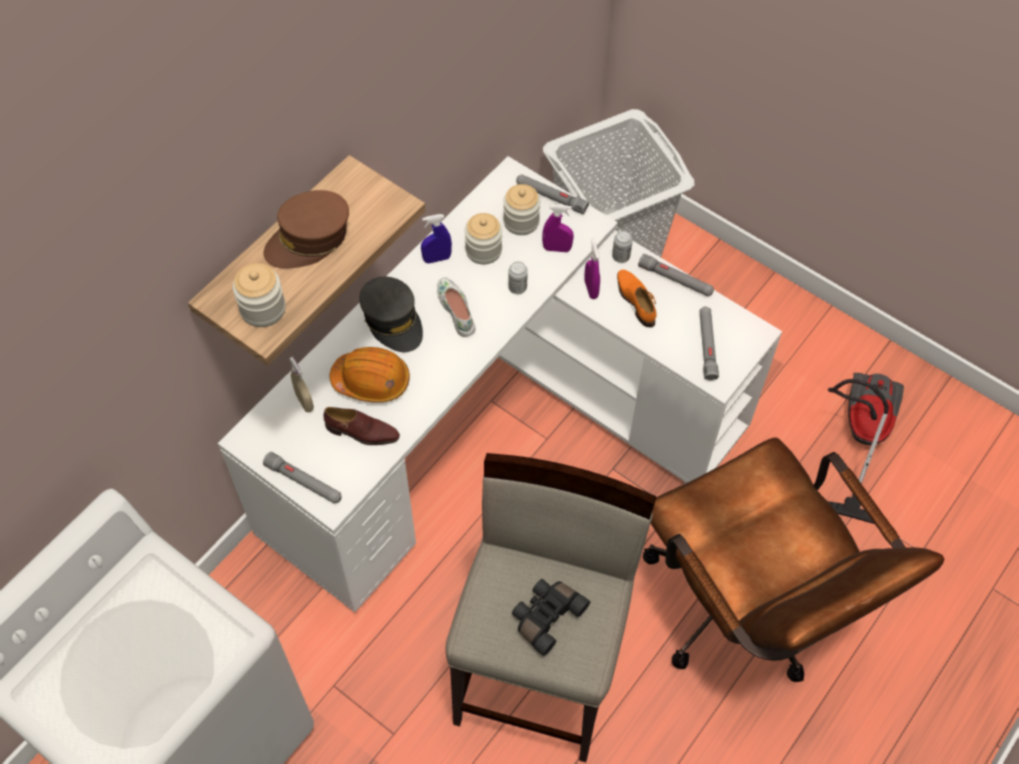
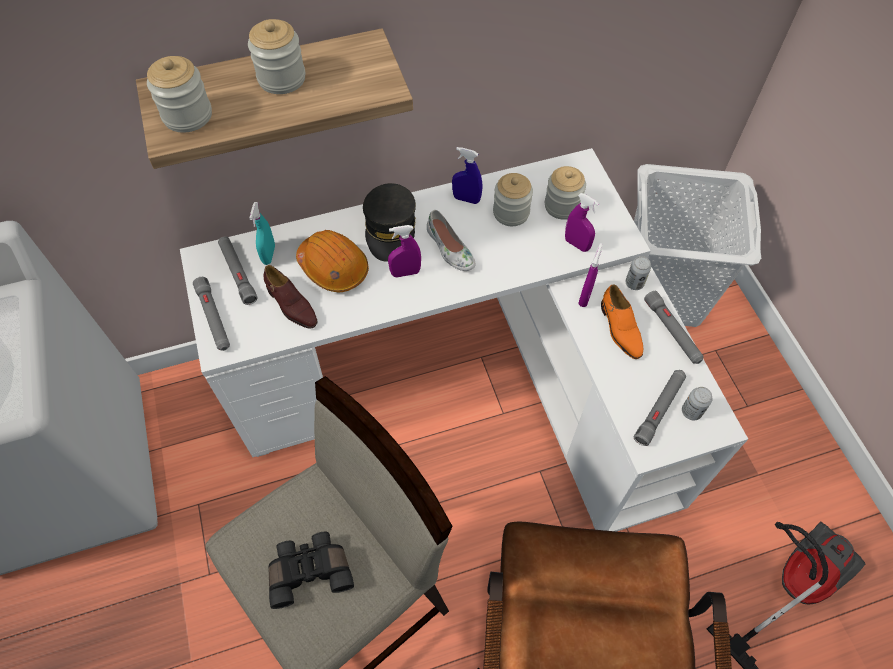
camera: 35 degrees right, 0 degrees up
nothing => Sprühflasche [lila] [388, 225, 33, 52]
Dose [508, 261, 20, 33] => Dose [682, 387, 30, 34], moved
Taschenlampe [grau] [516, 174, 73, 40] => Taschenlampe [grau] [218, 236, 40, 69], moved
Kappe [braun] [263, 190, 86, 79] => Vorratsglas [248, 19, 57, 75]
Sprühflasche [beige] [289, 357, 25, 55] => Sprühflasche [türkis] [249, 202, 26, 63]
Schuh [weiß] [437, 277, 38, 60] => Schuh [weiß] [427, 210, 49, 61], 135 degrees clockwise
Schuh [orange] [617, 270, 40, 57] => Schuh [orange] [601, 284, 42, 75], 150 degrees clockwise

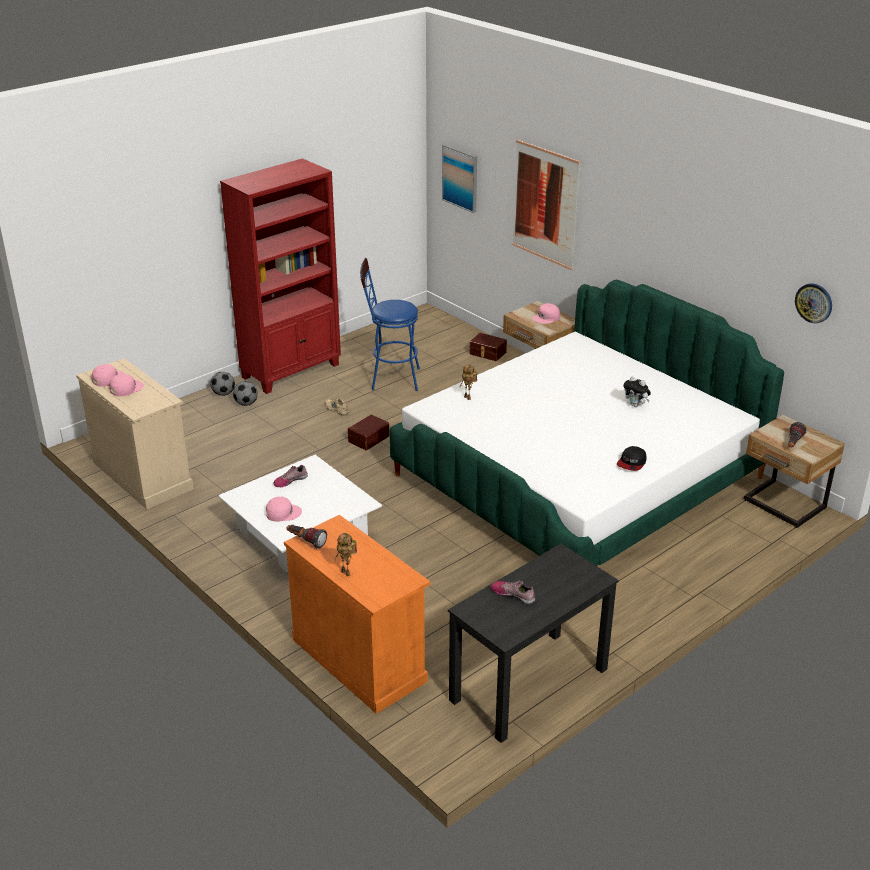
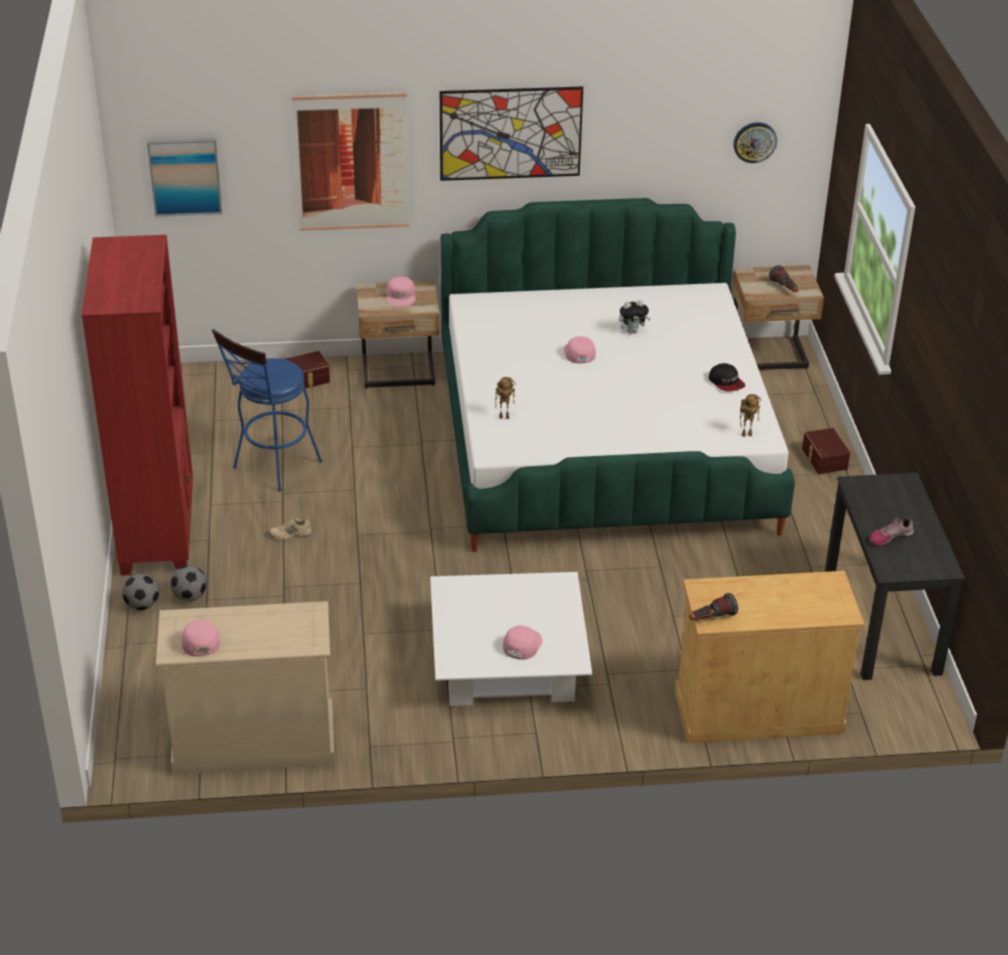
camera: 55 degrees left, 5 degrees up
Schuh [273, 465, 35, 22] => nothing
nothing => Bild [440, 86, 143, 95]
Kappe [rosa] [110, 374, 34, 22] => Kappe [rosa] [564, 336, 32, 27], moved
Spielzeugroboter [334, 533, 23, 44] => Spielzeugroboter [740, 394, 21, 43], moved
Aufbewahrungsbox [braun] [348, 415, 41, 35] => Aufbewahrungsbox [braun] [802, 428, 48, 46], moved
Schrank [orange] [284, 515, 146, 199] => Schrank [beige] [675, 571, 190, 173]

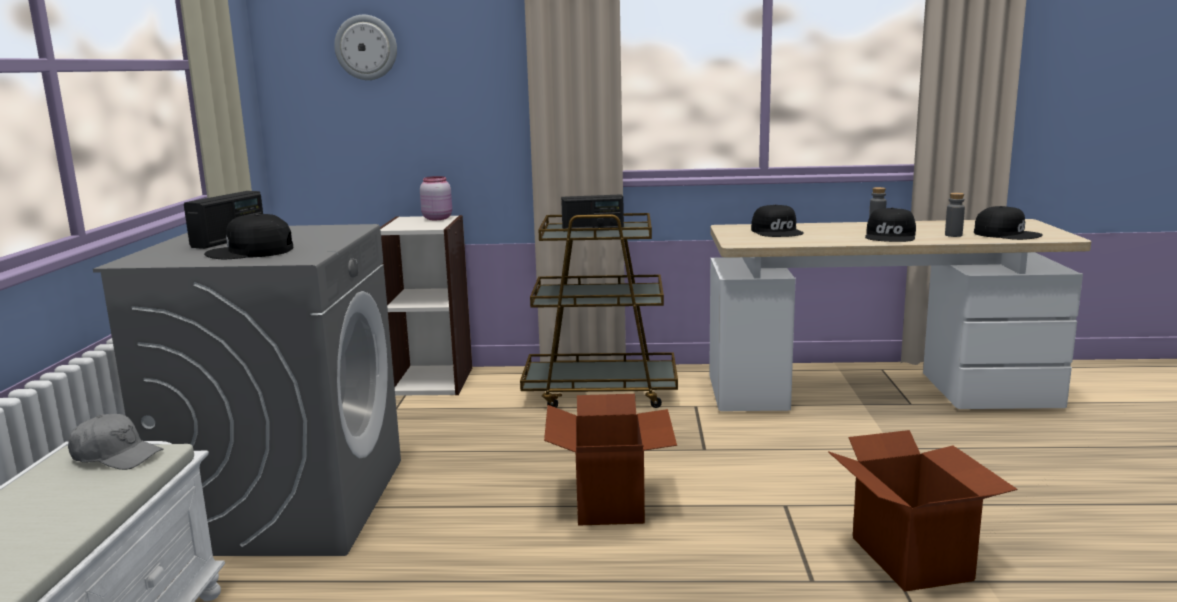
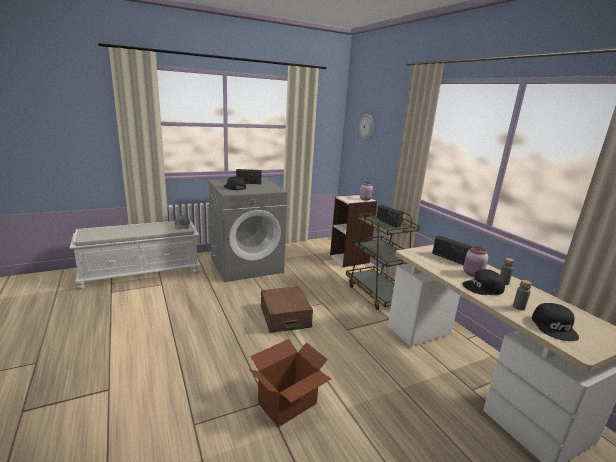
camera: 60 degrees right, 5 degrees up
nothing => Vorratsglas [rosa] [463, 246, 25, 31]
Karton [544, 394, 133, 132] => Koffer [braun] [261, 286, 52, 47]
Kappe [schwarz] [751, 204, 53, 33] => Radio [432, 235, 40, 30]

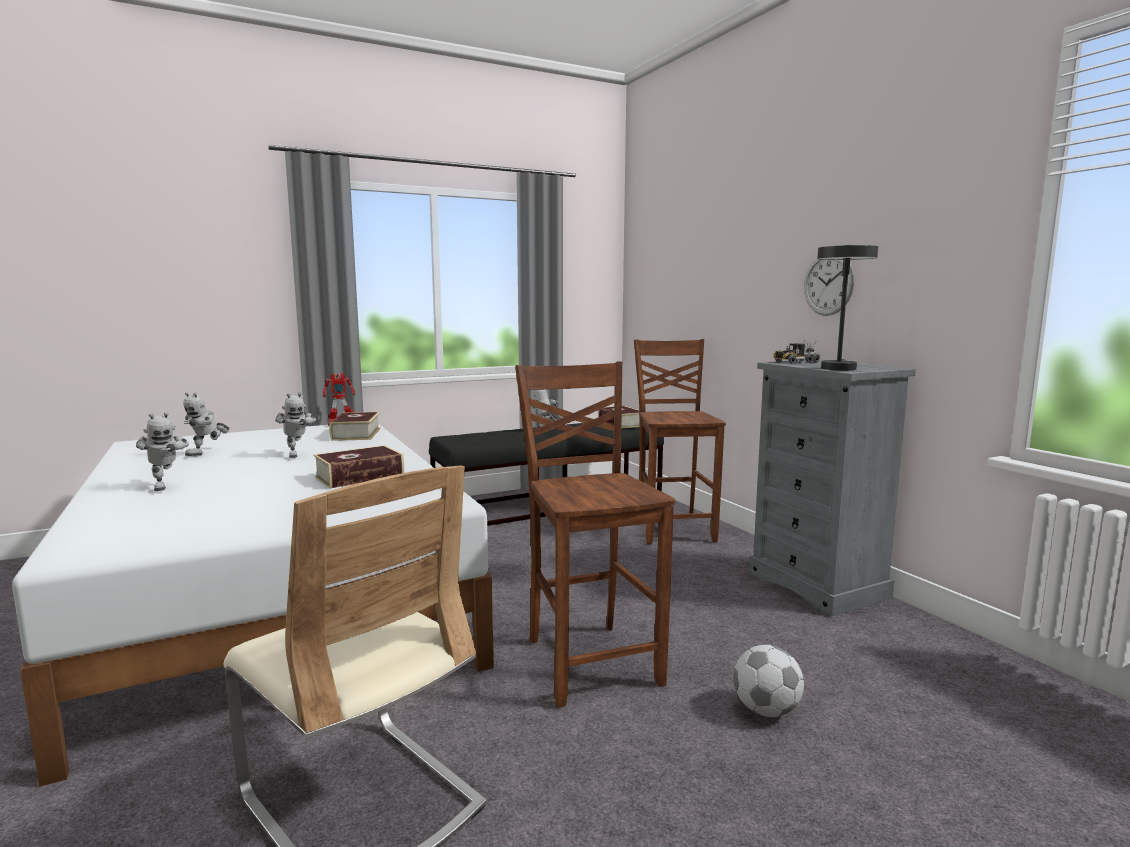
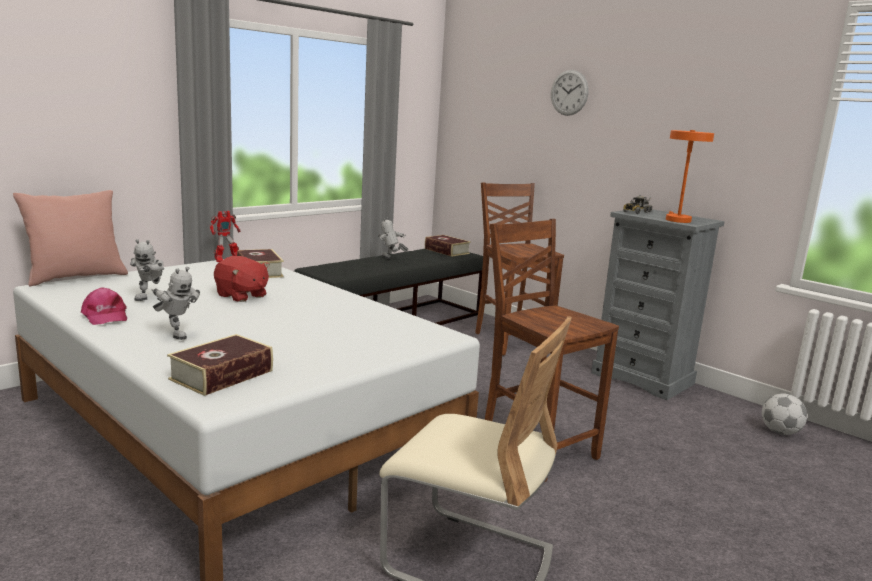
camera: 20 degrees left, 5 degrees up
nothing => Kissen [rosa] [13, 190, 115, 96]
nothing => Kappe [rosa] [81, 287, 46, 38]
Buch [314, 445, 90, 43] => Buch [167, 334, 106, 62], moved
Fußball [733, 645, 71, 72] => Fußball [762, 393, 45, 42], moved
Wanduhr [804, 258, 50, 58] => Wanduhr [551, 70, 38, 46], moved
Spielzeugroboter [275, 393, 41, 65] => Plüschtier [rot] [214, 256, 56, 46]
Tischlampe [grau] [817, 245, 61, 125] => Tischlampe [orange] [666, 130, 48, 93]

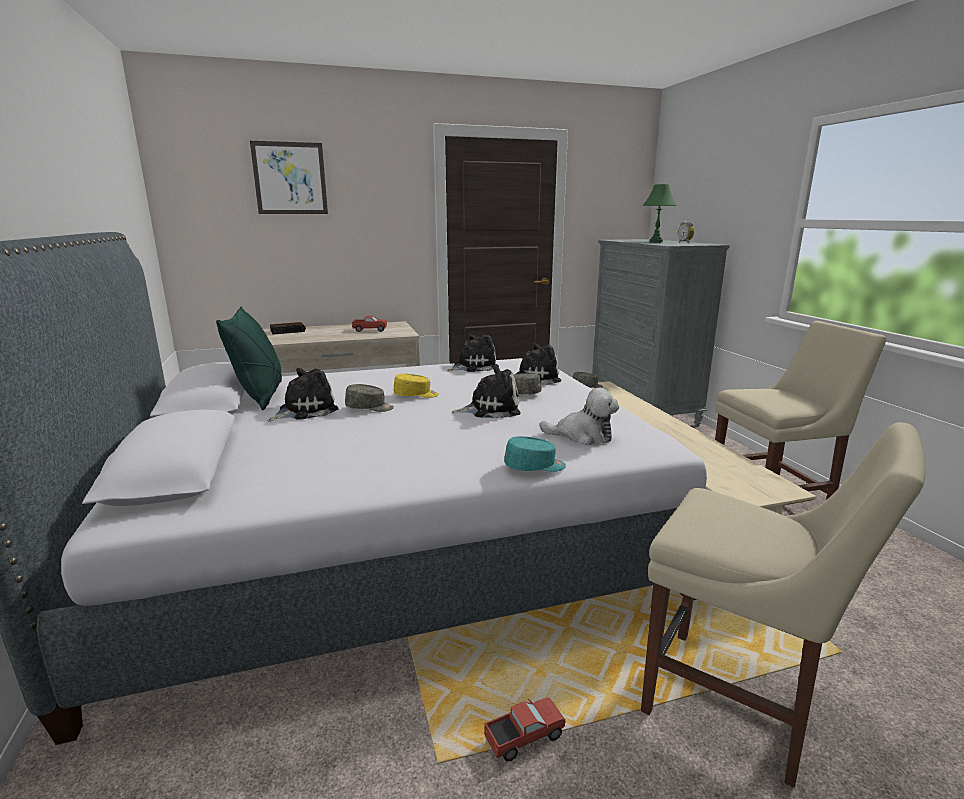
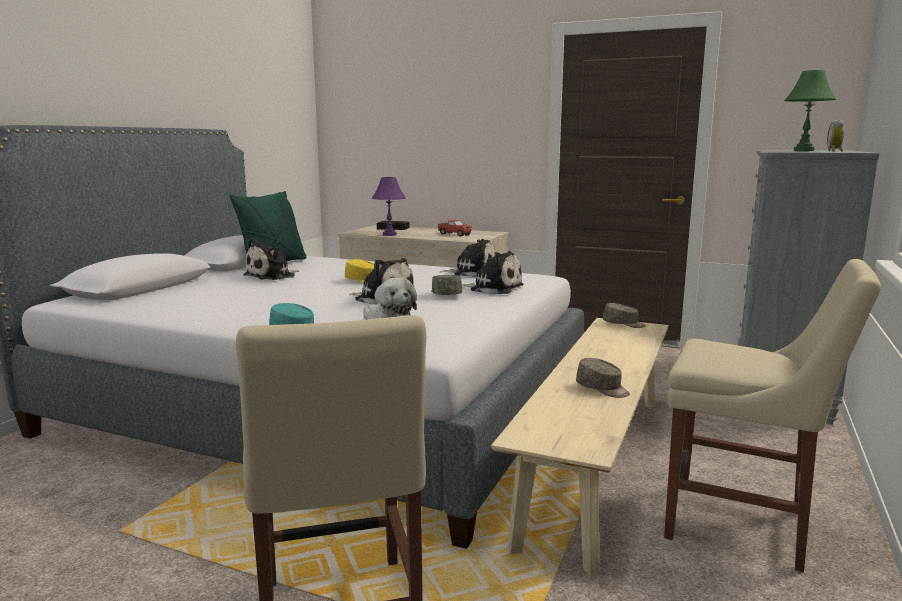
camera: 40 degrees right, 5 degrees down
Bild [250, 141, 78, 73] => nothing
Spielzeuglaster [484, 697, 81, 65] => nothing
nothing => Tischlampe [lila] [372, 177, 34, 59]
Kappe [grau] [345, 384, 49, 28] => Kappe [grau] [576, 358, 54, 40], moved
Plüschtier [268, 368, 71, 54] => Plüschtier [243, 238, 56, 42], 135 degrees clockwise

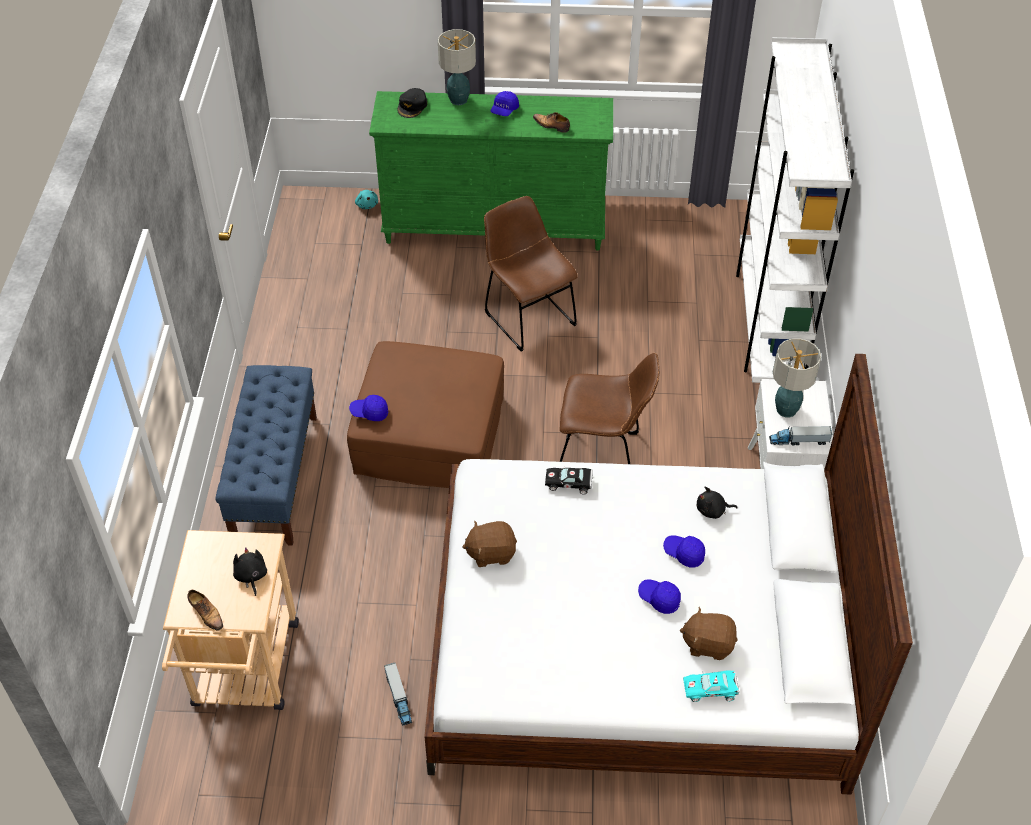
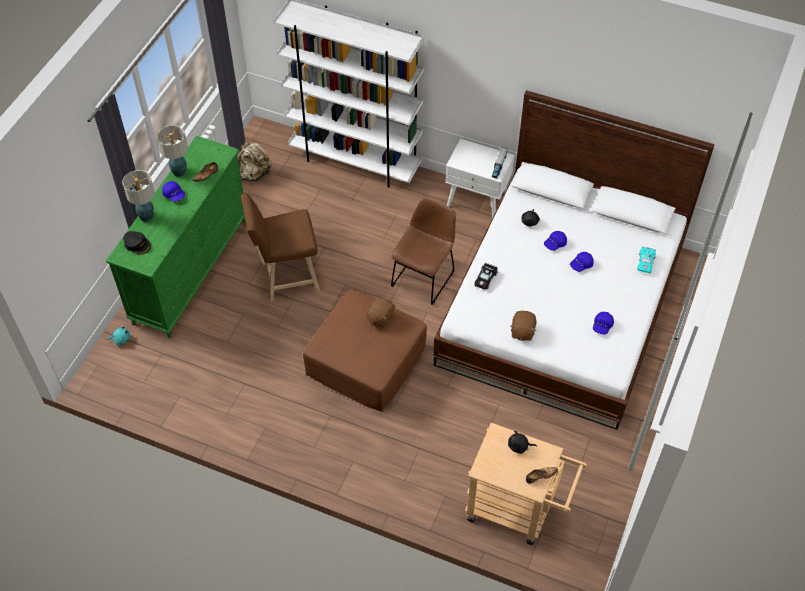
camera: 70 degrees left, 5 degrees up
Bank [blau] [216, 365, 101, 181] => nothing
Spielzeuglaster [384, 662, 28, 64] => nothing
nothing => Rucksack [beige] [238, 141, 34, 40]
Kappe [blau] [349, 395, 39, 26] => Kappe [blau] [593, 312, 21, 23], moved
Plüschtier [braun] [680, 607, 57, 53] => Plüschtier [braun] [365, 297, 30, 31], moved
Tischlampe [773, 338, 48, 79] => Tischlampe [157, 125, 31, 52], moved
Stuhl [braun] [484, 196, 94, 156] => Hocker [braun] [241, 193, 79, 109]

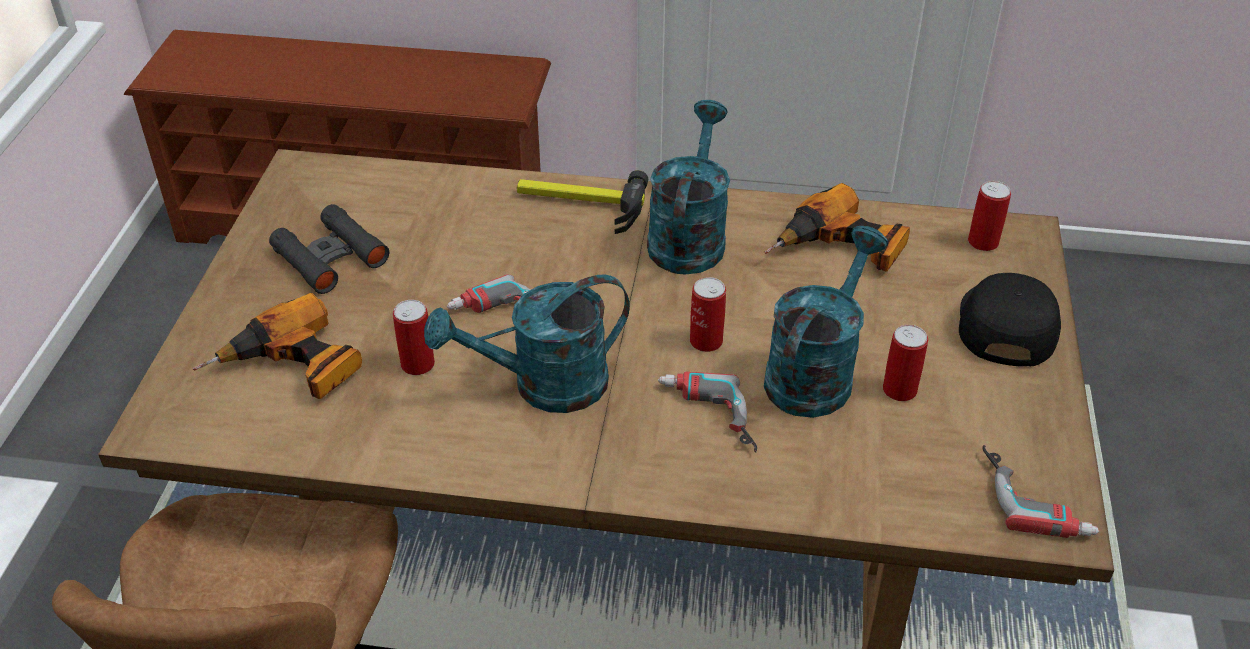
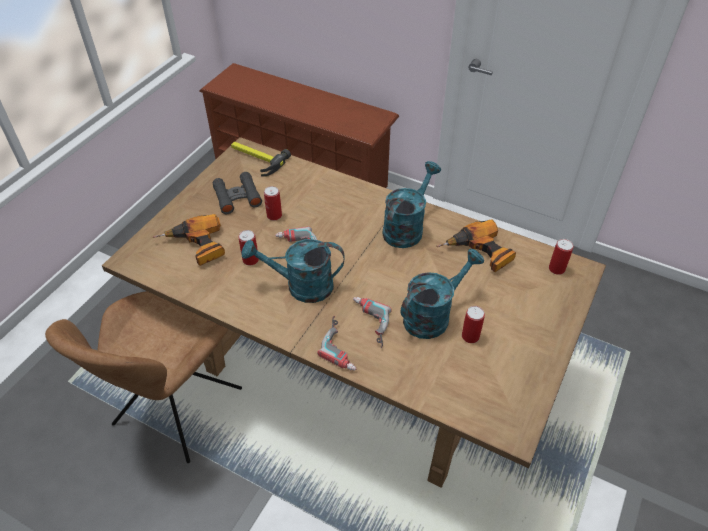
camera: 20 degrees right, 5 degrees up
Kappe [schwarz] [959, 273, 102, 94] => nothing
Hammer [517, 170, 131, 64] => Hammer [231, 142, 60, 35], moved
Dose [690, 277, 36, 75] => Dose [264, 186, 18, 34], moved
Bohrmaschine [983, 445, 116, 93] => Bohrmaschine [317, 316, 39, 55], moved

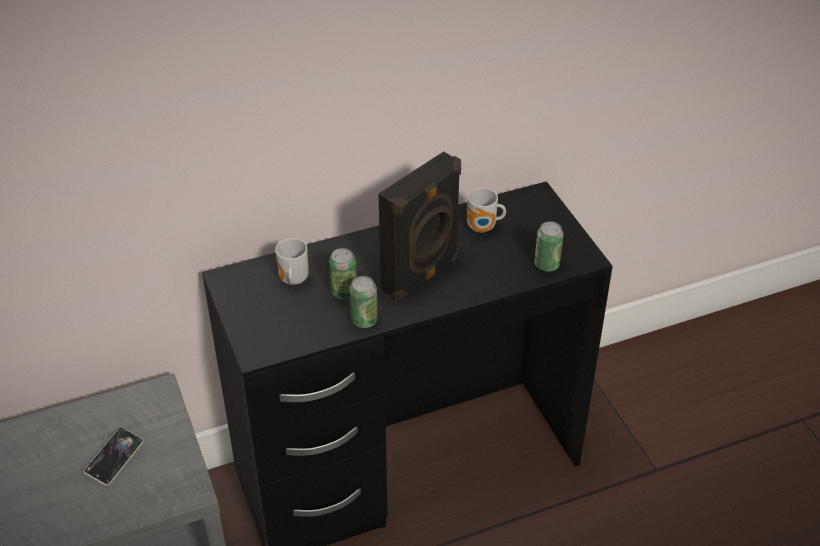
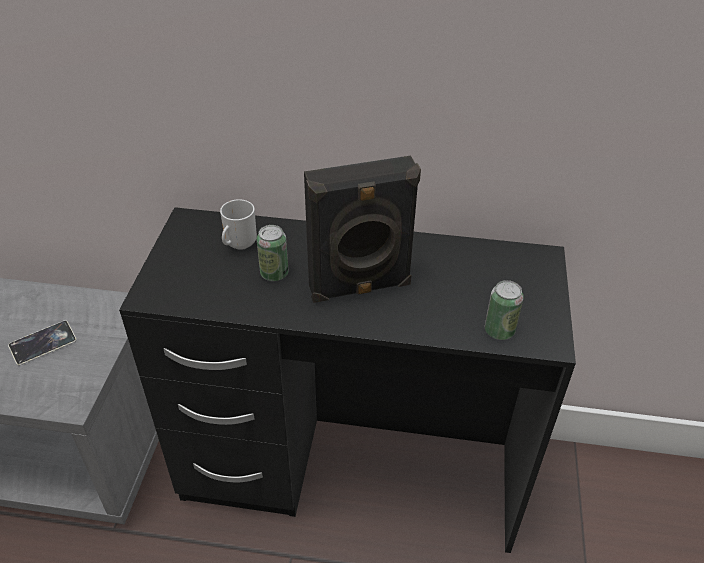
camera: 30 degrees right, 0 degrees up
Dose [349, 276, 29, 52] => nothing
Henkelbecher [467, 188, 39, 45] => nothing

